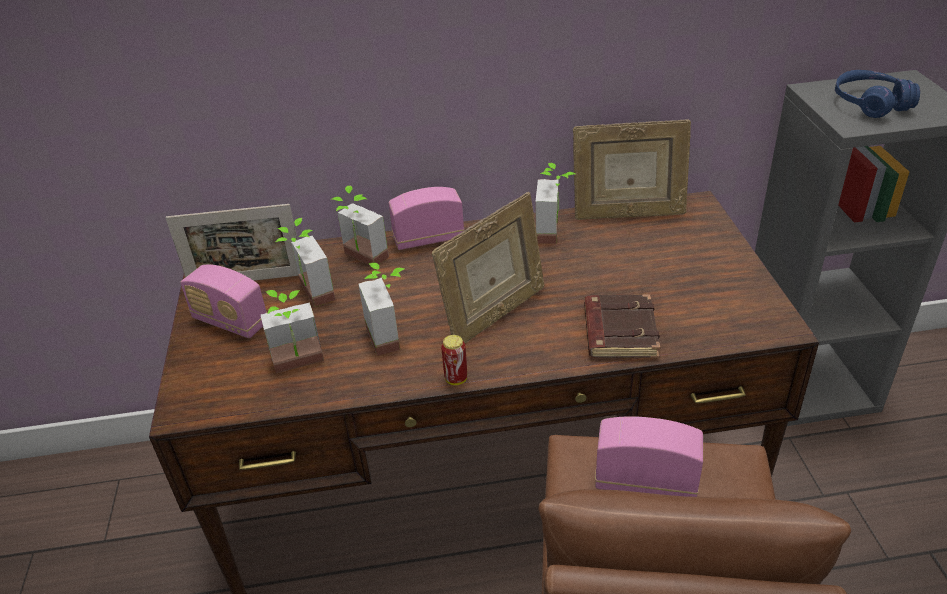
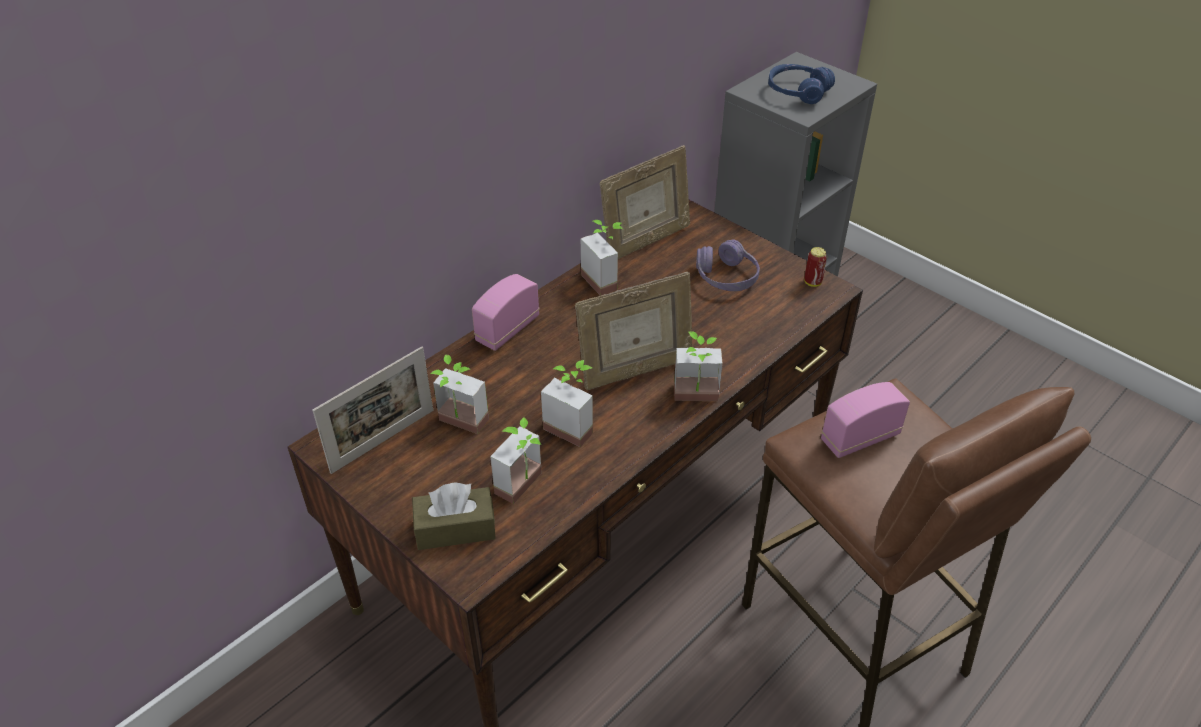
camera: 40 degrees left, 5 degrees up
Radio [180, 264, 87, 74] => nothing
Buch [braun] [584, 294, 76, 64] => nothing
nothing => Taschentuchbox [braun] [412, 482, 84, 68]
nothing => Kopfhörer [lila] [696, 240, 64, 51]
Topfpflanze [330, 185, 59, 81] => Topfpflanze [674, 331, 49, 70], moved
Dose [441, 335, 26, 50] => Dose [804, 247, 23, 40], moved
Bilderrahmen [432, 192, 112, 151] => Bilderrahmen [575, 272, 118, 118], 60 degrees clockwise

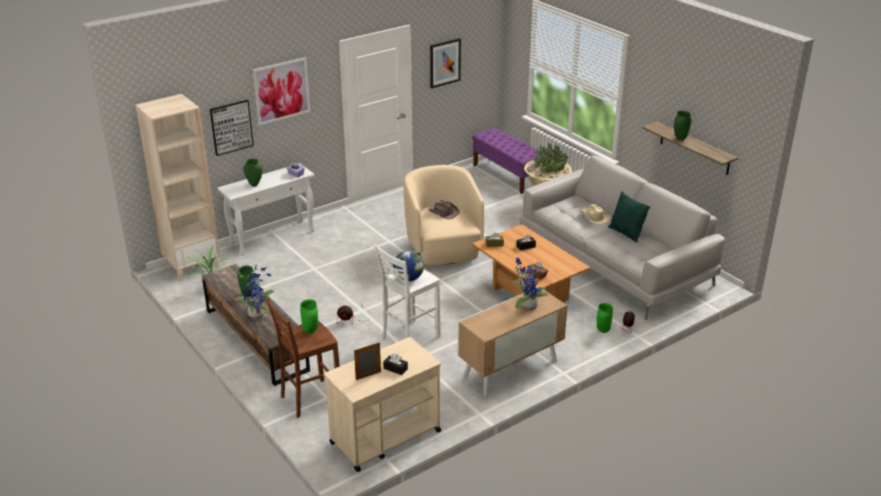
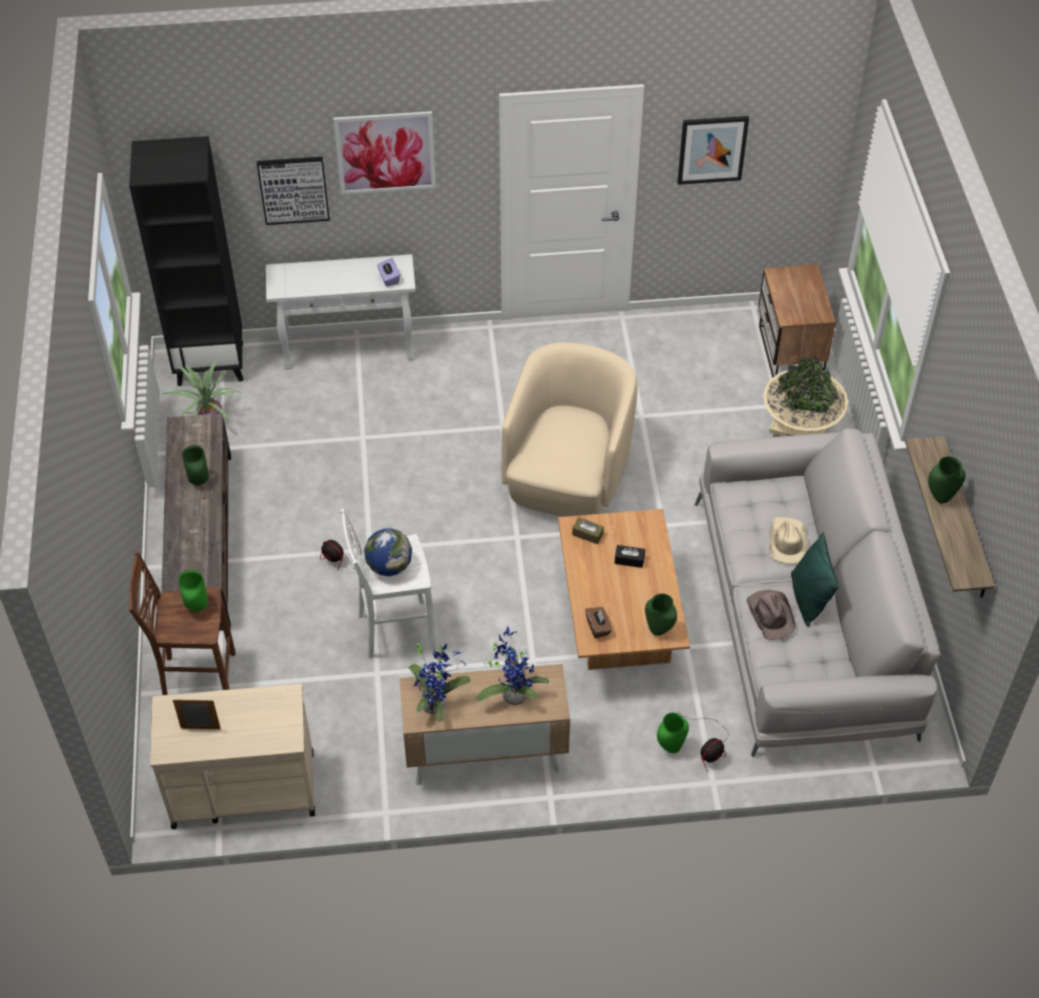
camera: 30 degrees right, 20 degrees up
Taschentuchbox [schwarz] [383, 354, 25, 21] => nothing
Topfpflanze [234, 265, 40, 54] => Topfpflanze [409, 639, 61, 83], moved
Vase [grün] [243, 159, 19, 28] => Vase [grün] [645, 594, 32, 42], moved
Hut [braun] [428, 199, 32, 21] => Hut [braun] [746, 590, 50, 50], moved
Bank [lila] [472, 129, 72, 65] => Nachttisch [758, 264, 78, 113]
Bücherregal [beige] [135, 94, 85, 188] => Bücherregal [schwarz] [129, 136, 114, 250]

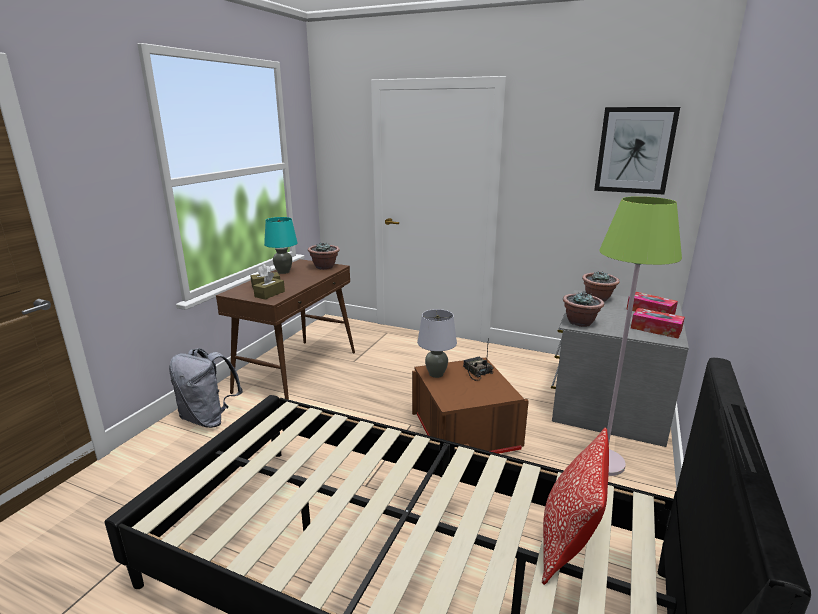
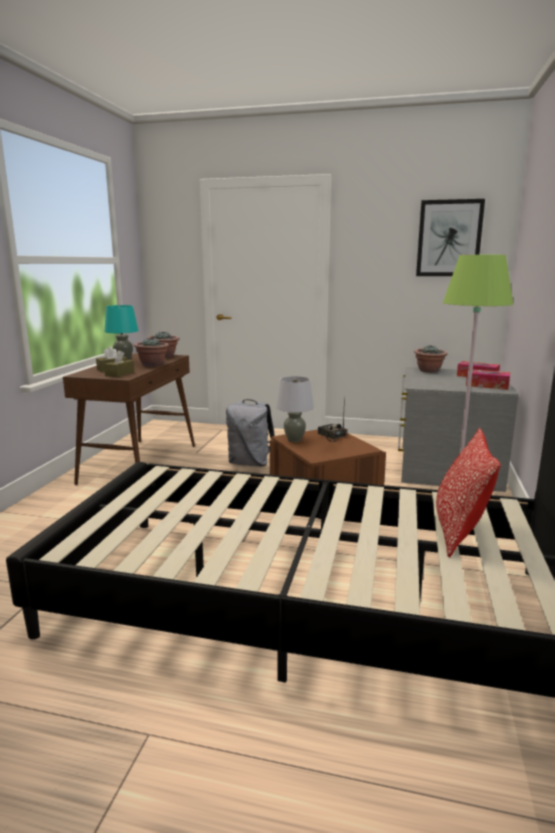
camera: 10 degrees left, 5 degrees down
Rucksack [grau] [169, 348, 74, 80] => Rucksack [grau] [226, 399, 49, 68], moved
Topfpflanze [563, 292, 41, 35] => Topfpflanze [134, 338, 35, 29], moved

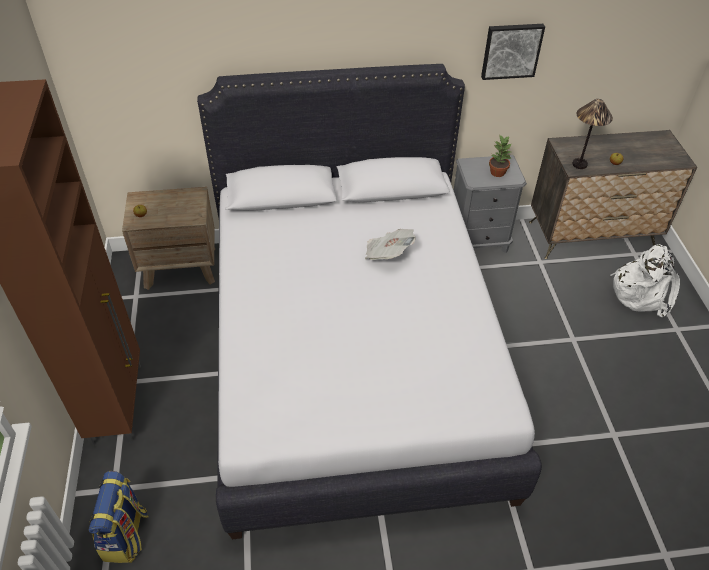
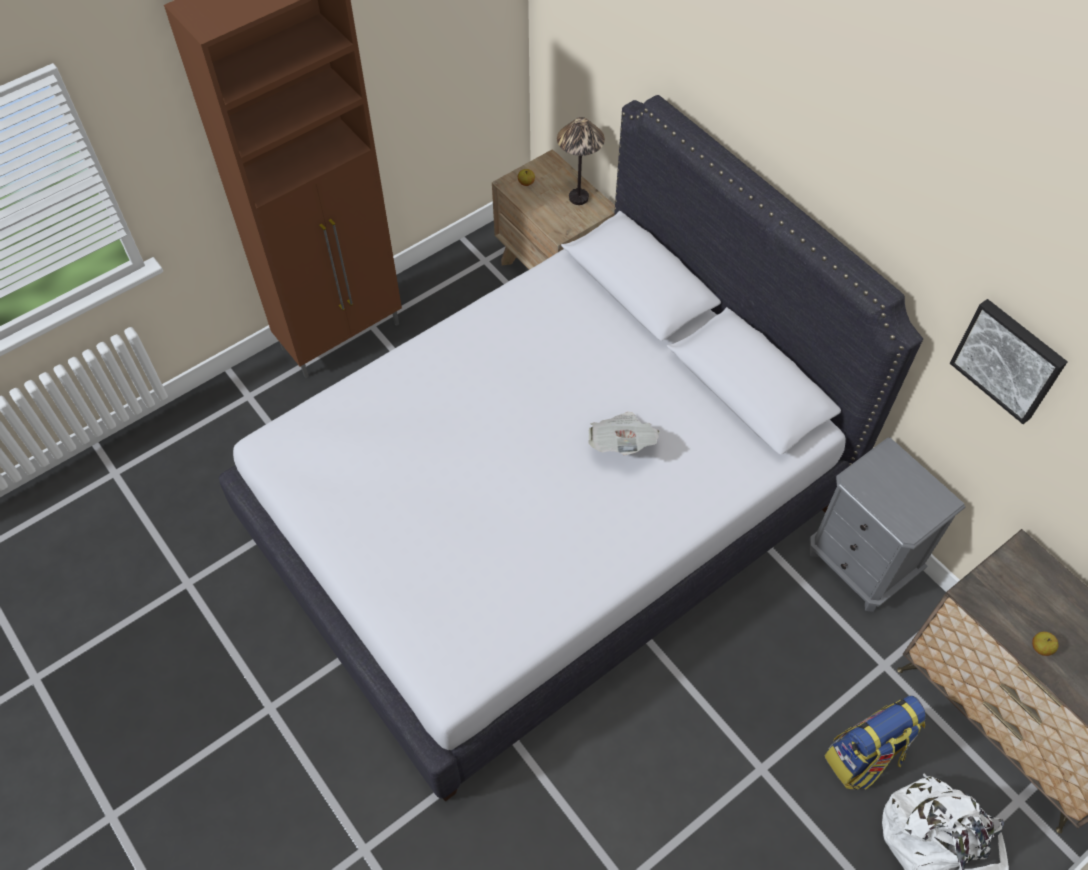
camera: 60 degrees right, 10 degrees up
Topfpflanze [489, 134, 22, 43] => nothing
Rucksack [89, 471, 60, 92] => Rucksack [824, 696, 101, 94], moved
Tischlampe [573, 99, 40, 70] => Tischlampe [557, 117, 48, 88], moved

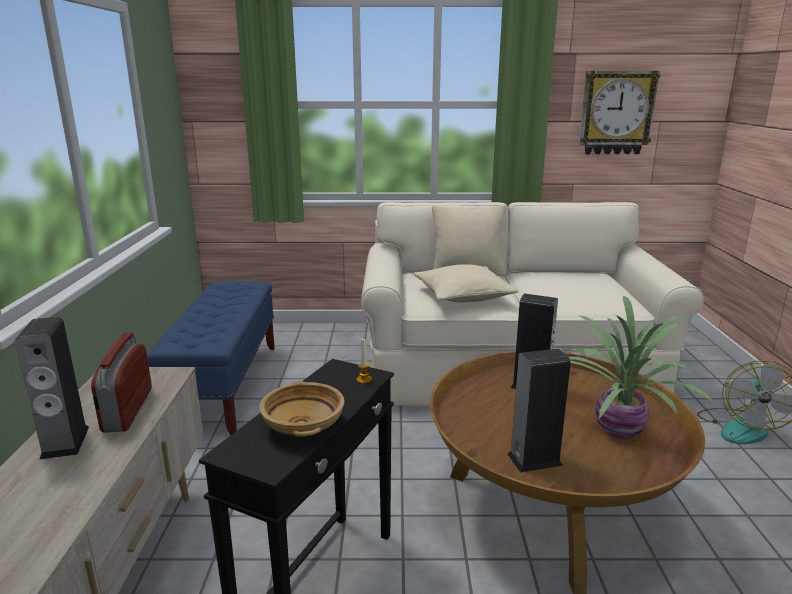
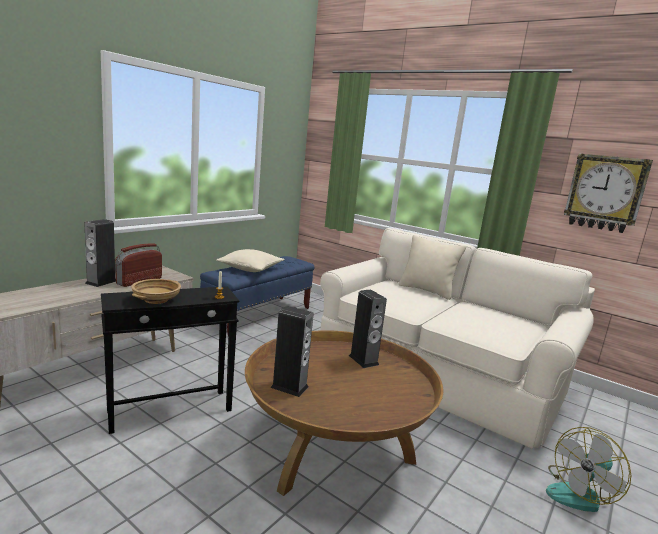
camera: 35 degrees right, 5 degrees down
Topfpflanze [568, 295, 147, 144] => nothing
Kissen [beige] [414, 264, 104, 38] => Kissen [beige] [216, 249, 69, 23], moved

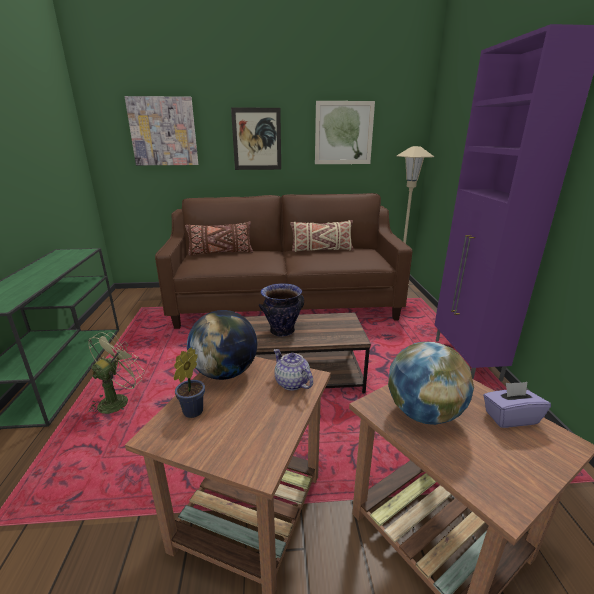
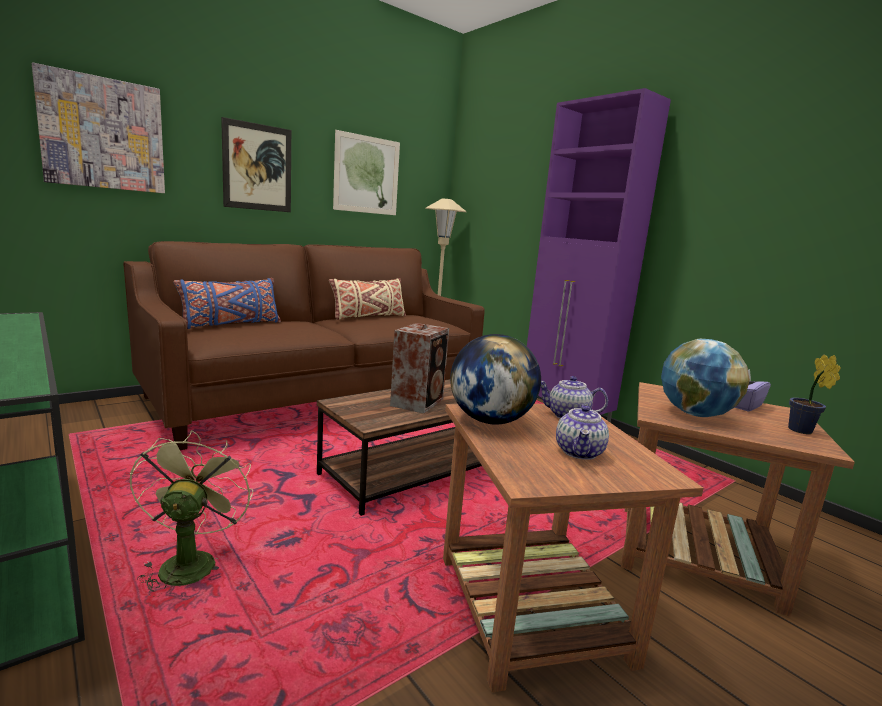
camera: 35 degrees left, 10 degrees down
nothing => Teekanne [556, 404, 53, 56]
Topfpflanze [174, 348, 31, 70] => Topfpflanze [788, 354, 53, 80], moved
Vase [259, 283, 45, 54] => Lautsprecher [390, 323, 59, 91]
Kissen [braun] [185, 222, 68, 34] => Kissen [blau] [173, 278, 108, 51]

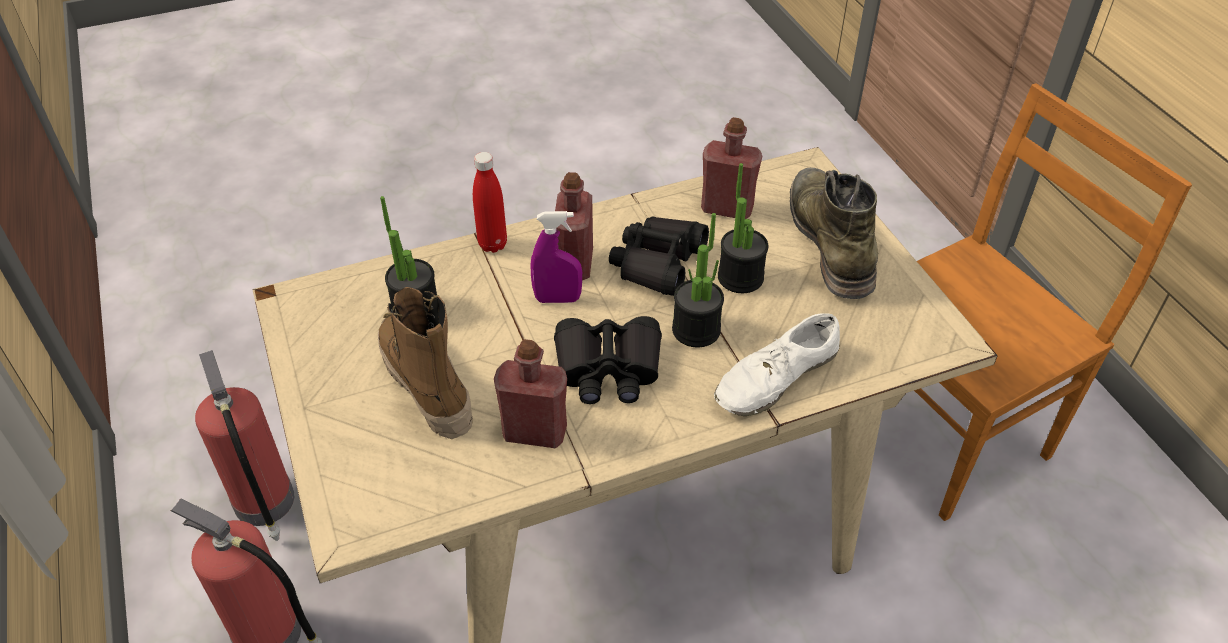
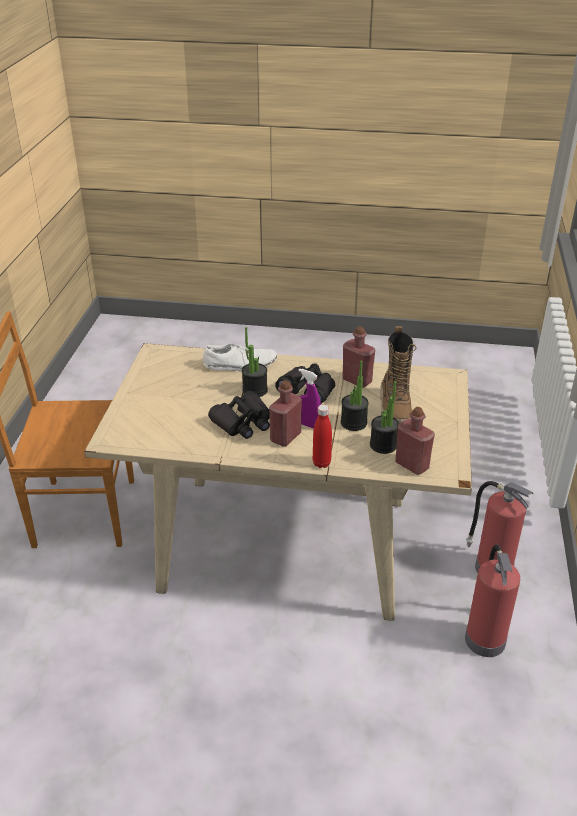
camera: 150 degrees left, 10 degrees down
Stiefel [grün] [790, 168, 88, 131] => nothing
Flasche [rot] [701, 117, 61, 102] => Flasche [rot] [395, 407, 40, 68], moved
Topfpflanze [718, 163, 50, 130] => Topfpflanze [341, 360, 28, 71], moved

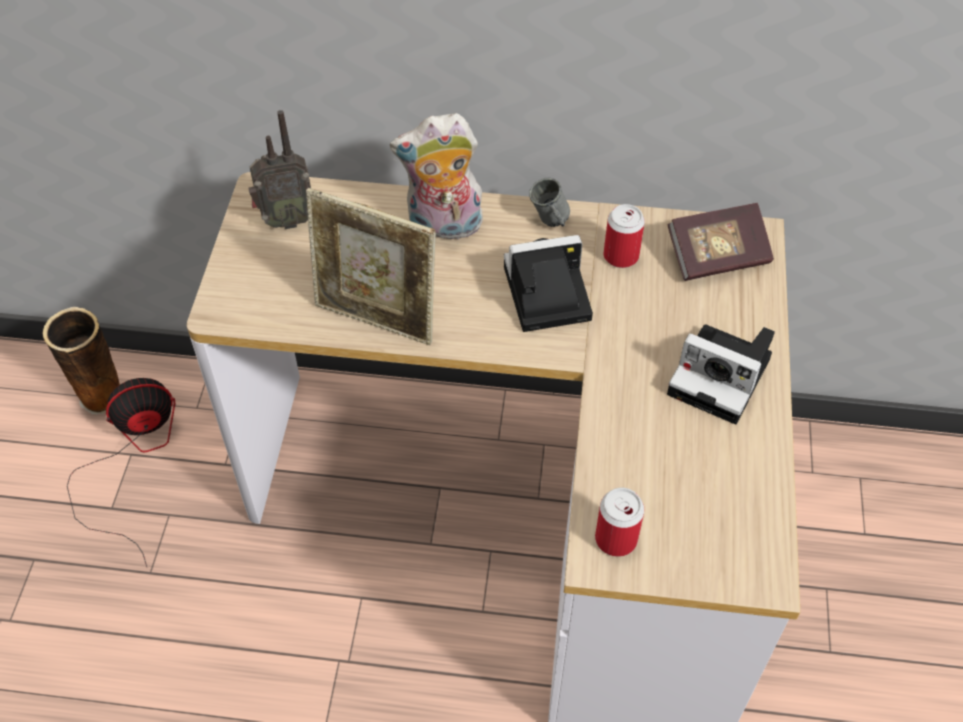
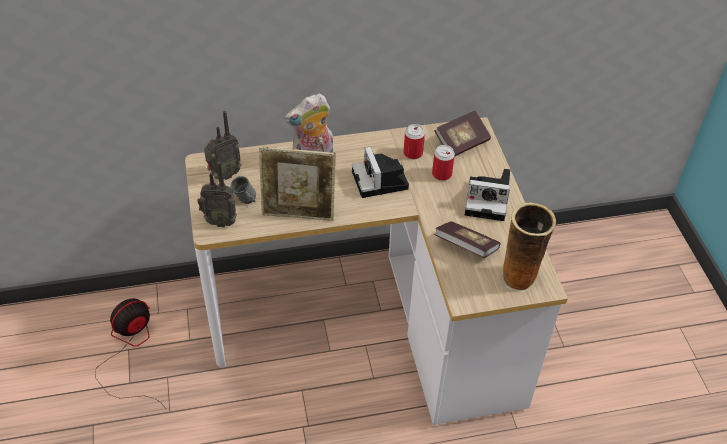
camera: 20 degrees left, 5 degrees down
nothing => Radio [197, 161, 40, 66]
nothing => Buch [434, 221, 67, 37]
Vase [43, 307, 77, 108] => Vase [501, 203, 55, 89], moved
Henkelbecher [grau] [529, 178, 41, 49] => Henkelbecher [grau] [230, 176, 26, 28], moved
Dose [595, 488, 49, 69] => Dose [432, 145, 23, 36], moved
Kamera [504, 235, 89, 97] => Kamera [352, 147, 57, 51], 75 degrees counterclockwise

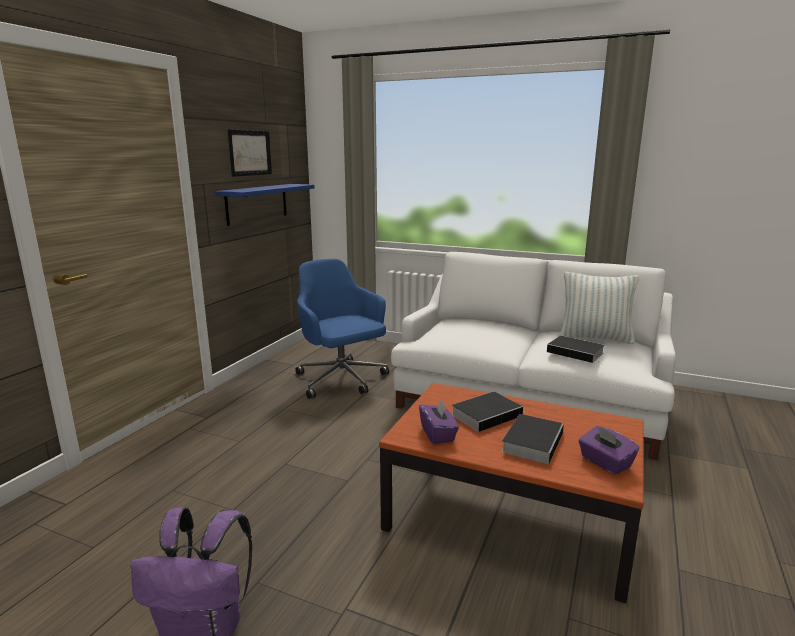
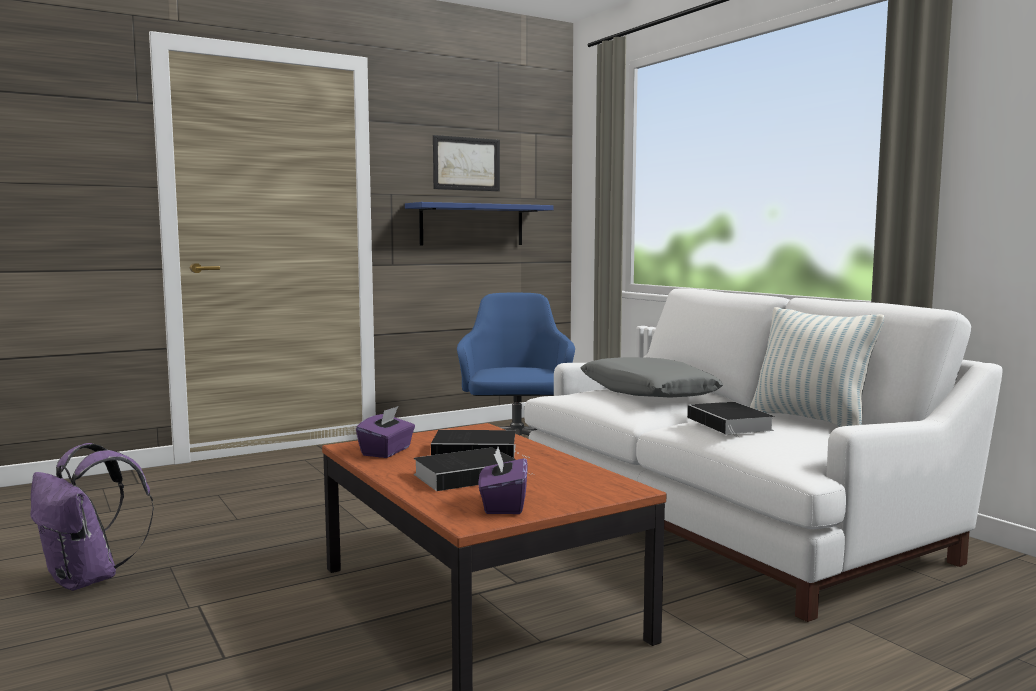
camera: 35 degrees right, 10 degrees down
nothing => Kissen [grau] [581, 357, 142, 41]

